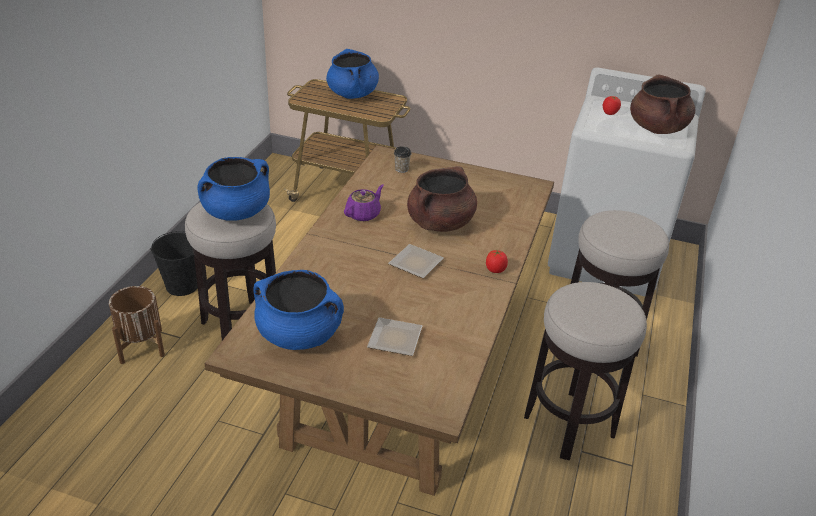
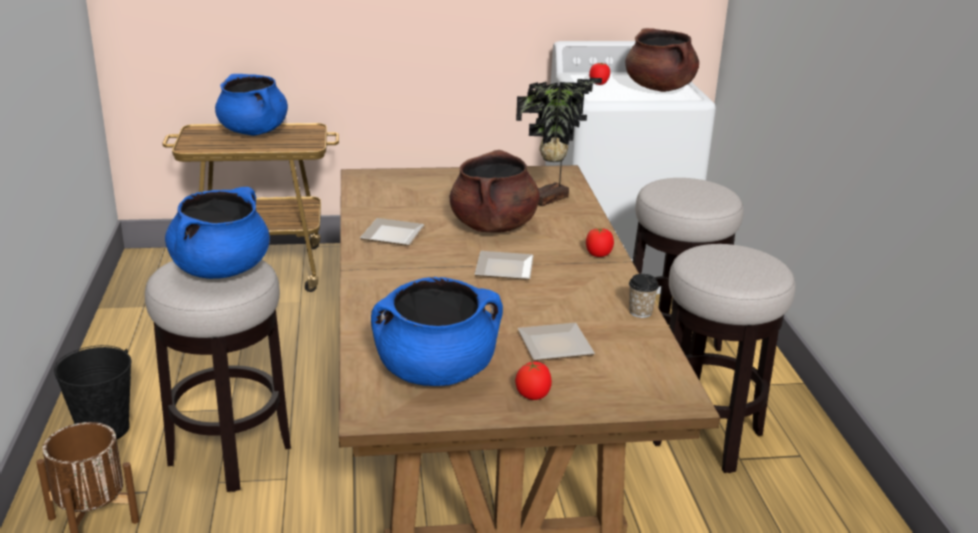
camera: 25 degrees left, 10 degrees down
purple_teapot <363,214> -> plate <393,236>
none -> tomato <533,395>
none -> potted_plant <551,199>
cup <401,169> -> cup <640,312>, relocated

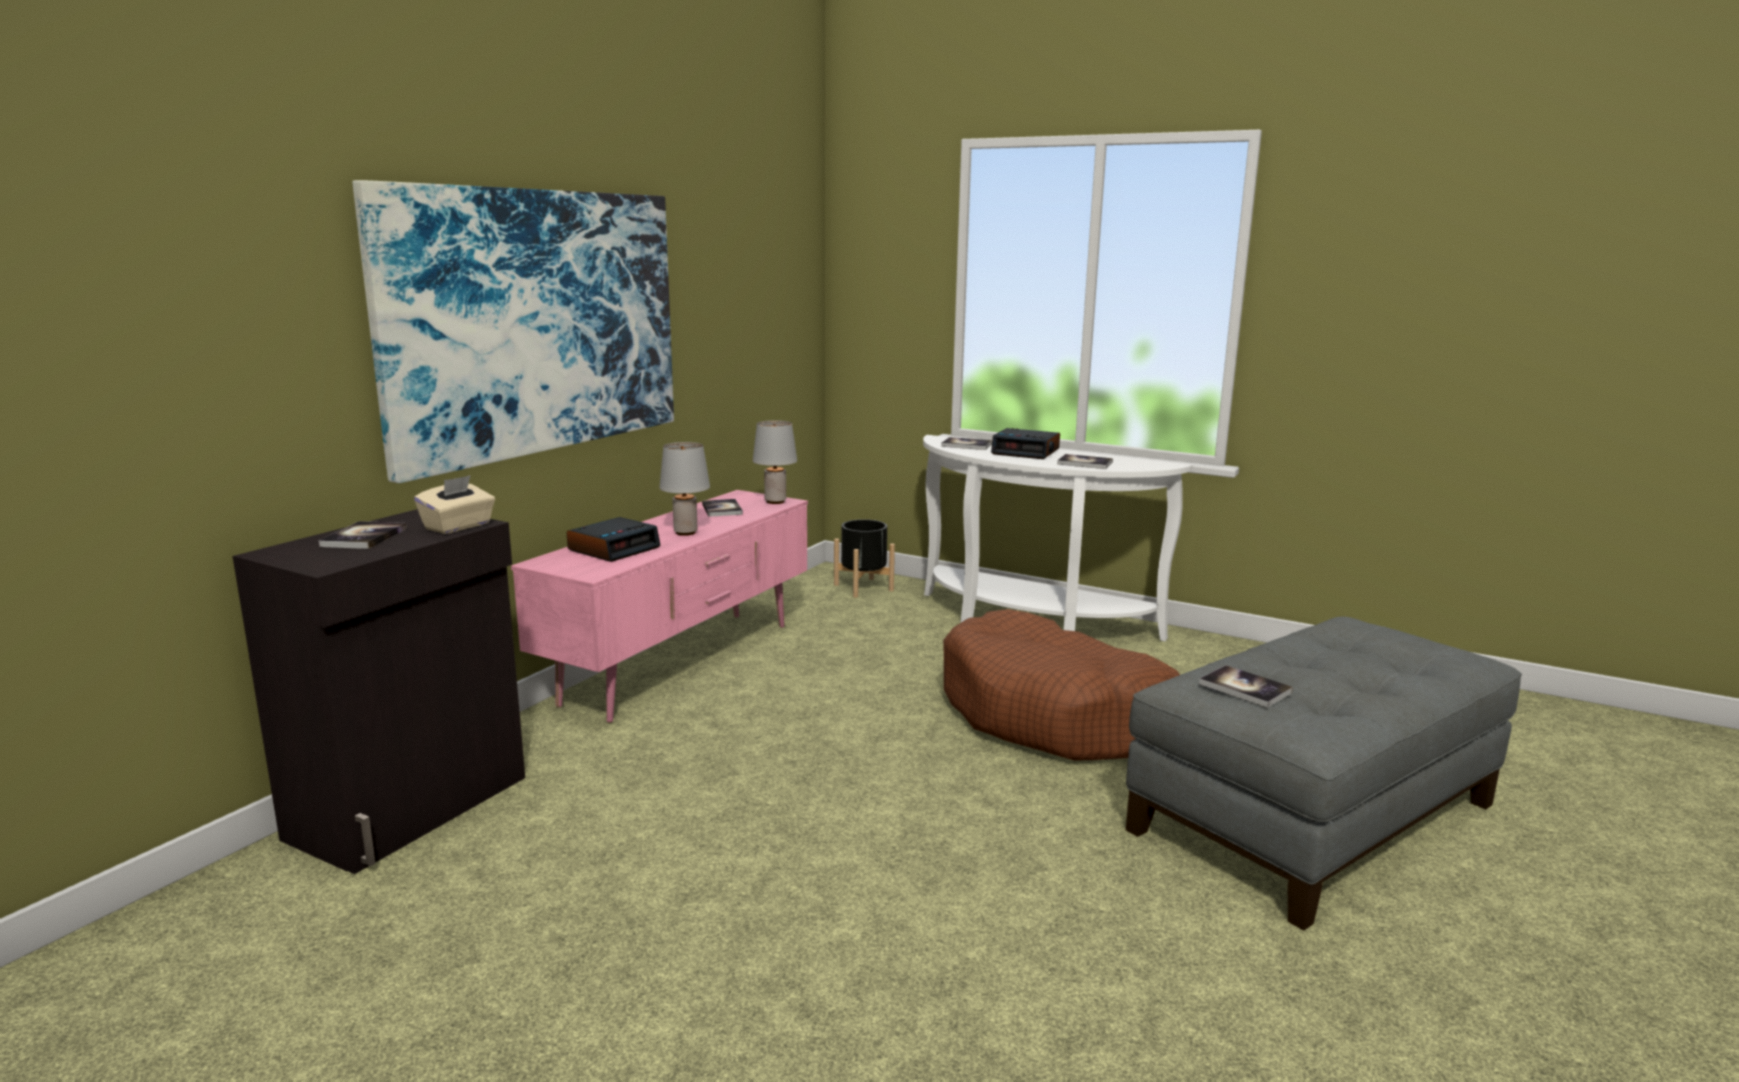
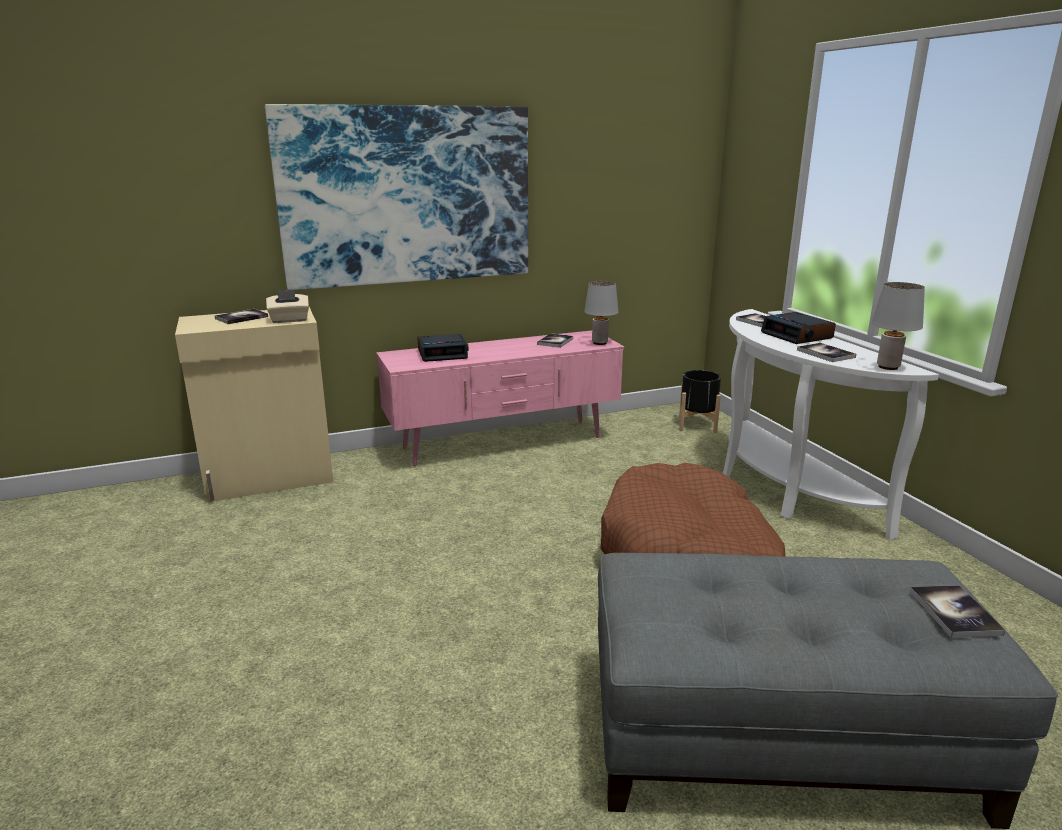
camera: 40 degrees right, 5 degrees up
black_cabinet <413,807> -> beige_cabinet <270,479>
grey_table_lamp <685,532> -> grey_table_lamp <888,367>, relocated
book <1245,688> -> book <954,612>, relocated

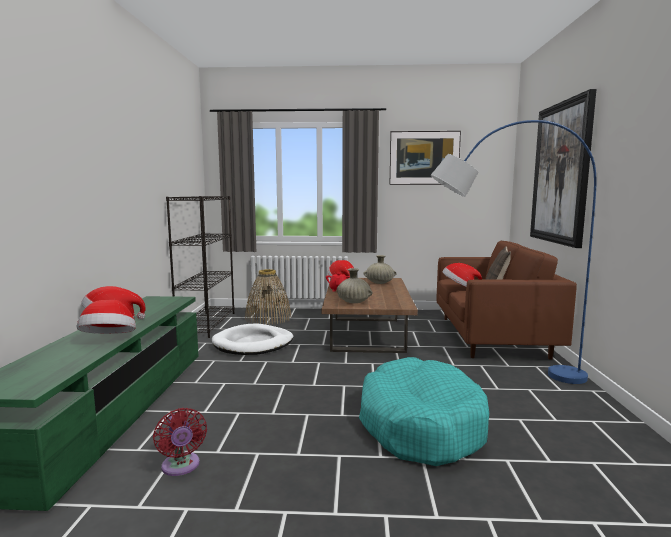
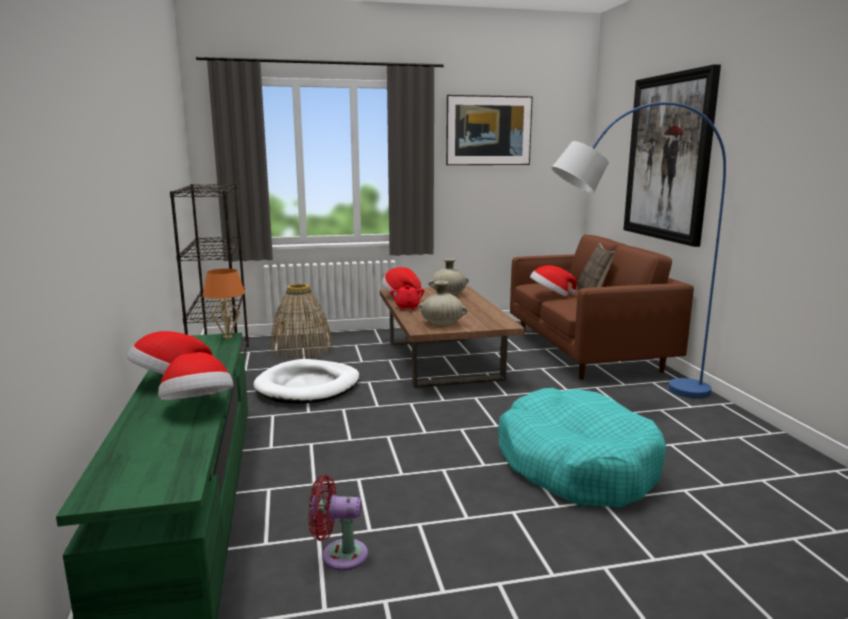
camera: 15 degrees left, 5 degrees up
none -> orange_table_lamp <228,337>
red_fan <181,467> -> red_fan <339,555>, 135 degrees clockwise

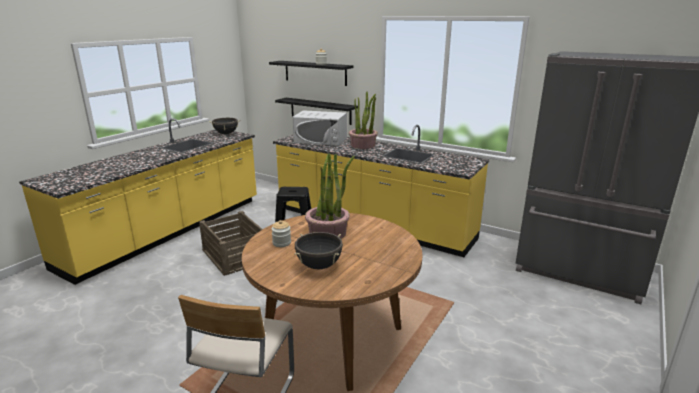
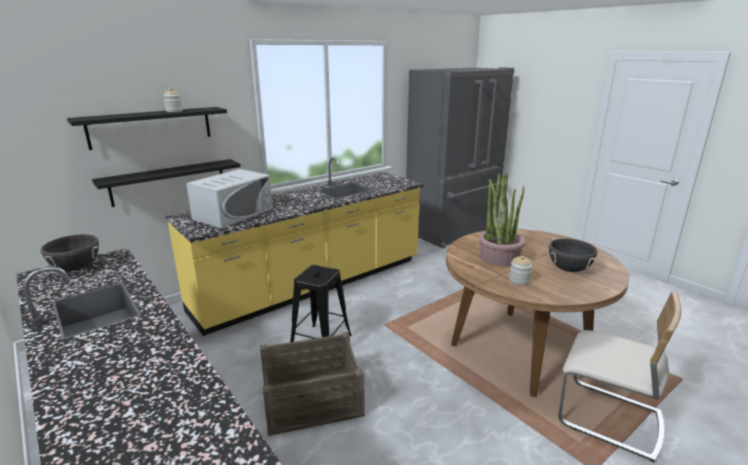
camera: 70 degrees left, 0 degrees up
potted_plant <363,145> -> none

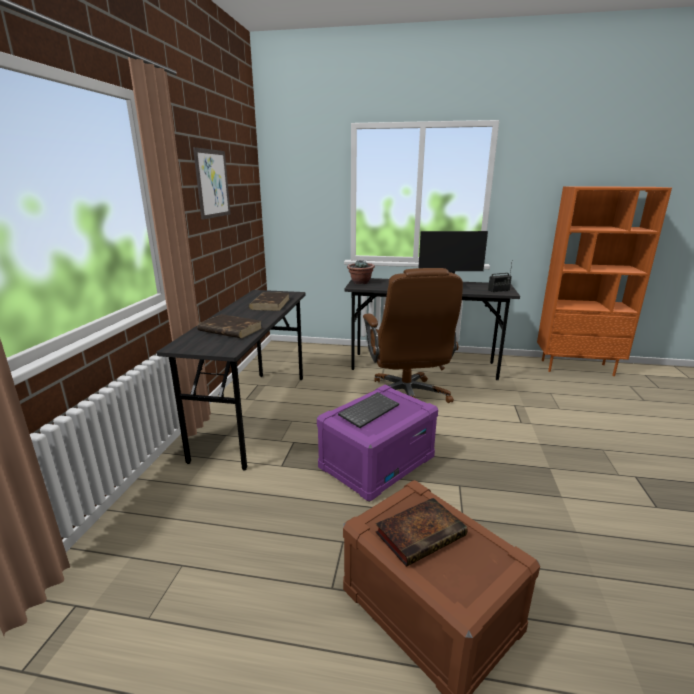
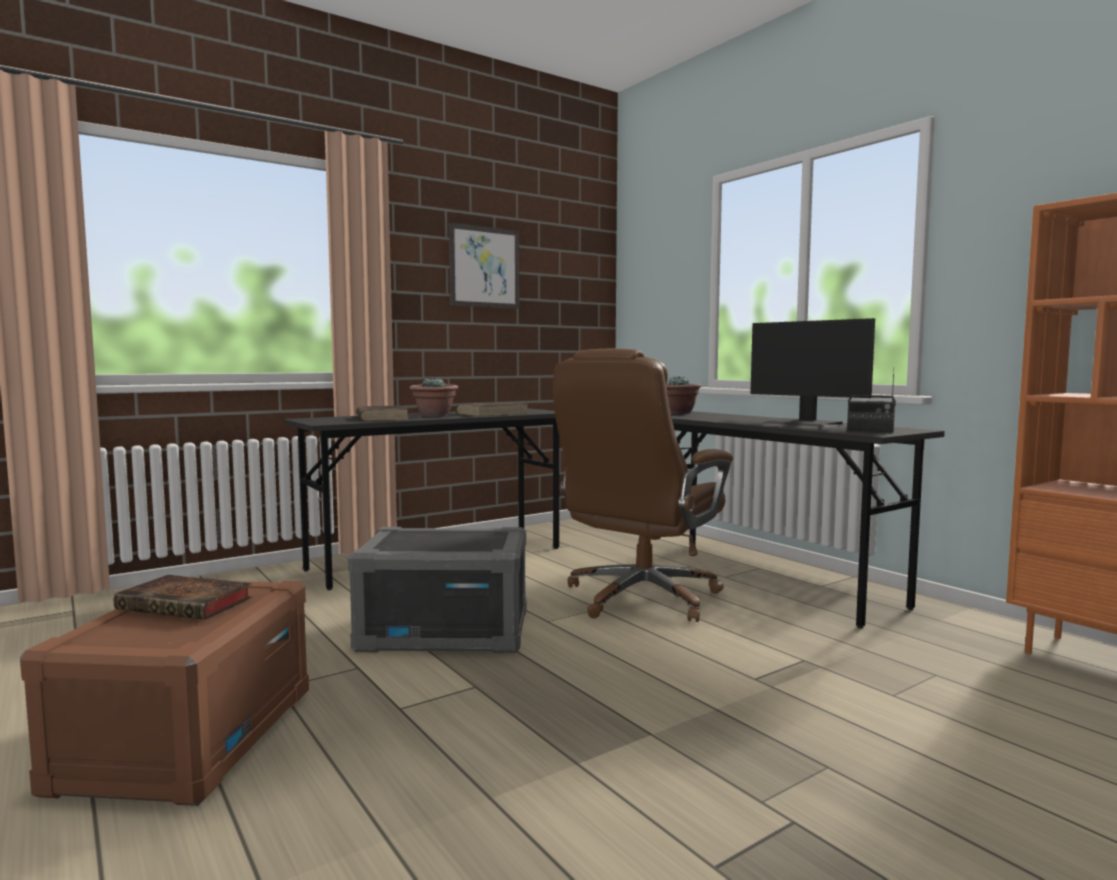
camera: 45 degrees right, 15 degrees down
purple_storage_box <377,462> -> grey_storage_box <445,631>
none -> potted_plant <434,415>
keyboard <369,410> -> none

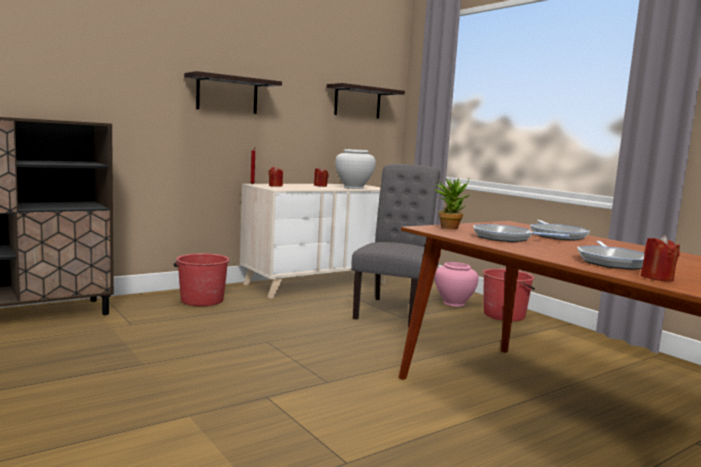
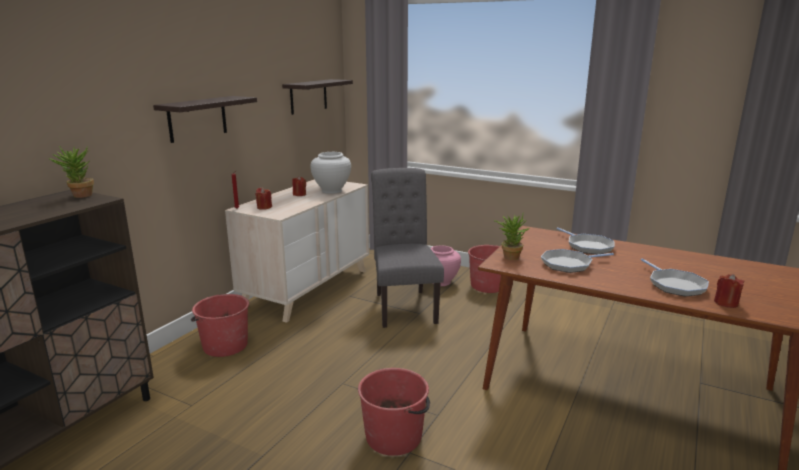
camera: 25 degrees left, 10 degrees up
none -> potted_plant <79,196>
none -> red_bucket <394,436>

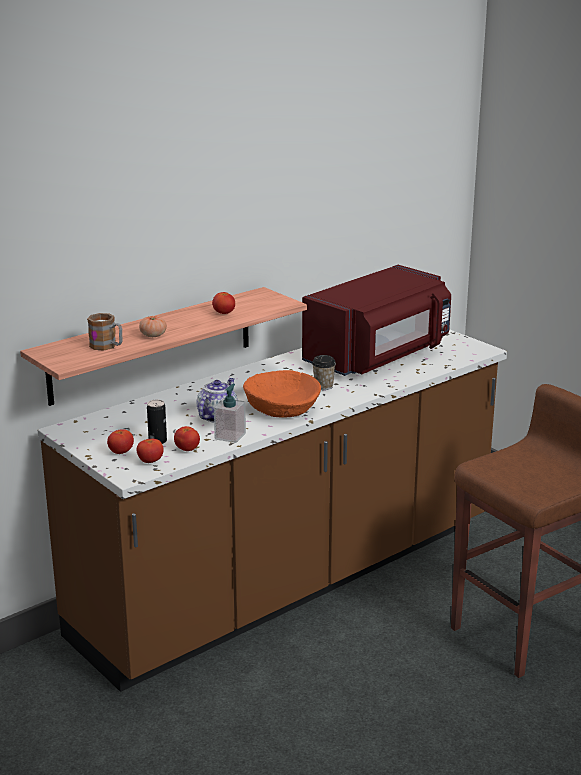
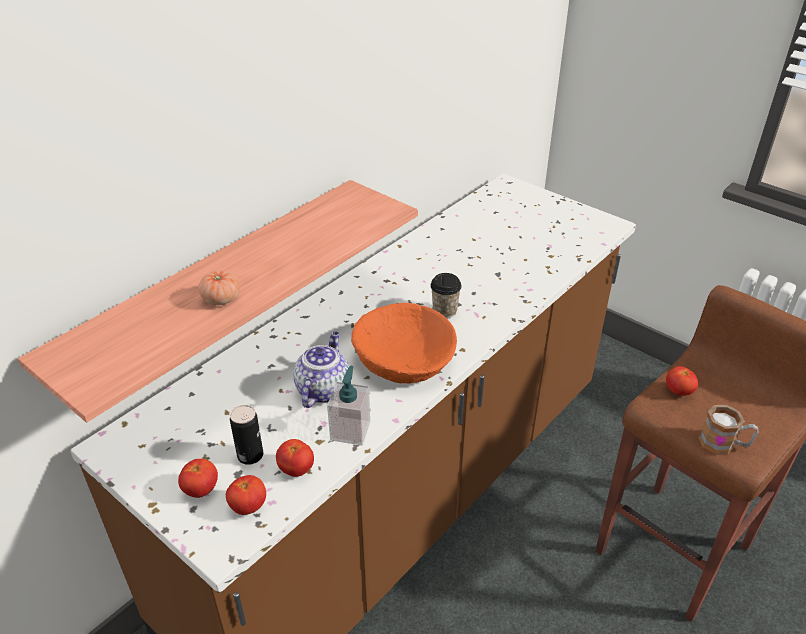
camera: 10 degrees left, 15 degrees up
tomato <224,313> -> tomato <678,391>, relocated
mug <107,346> -> mug <724,444>, relocated
red_microwave <379,356> -> none

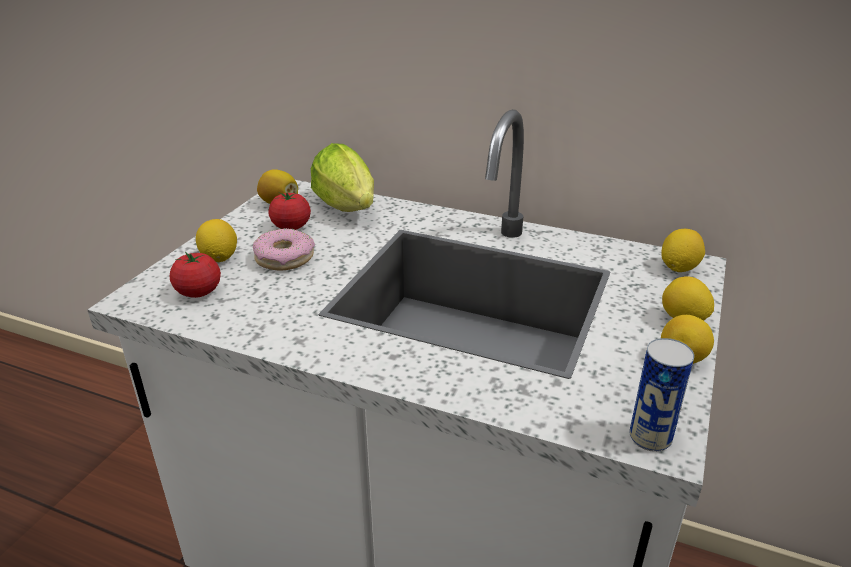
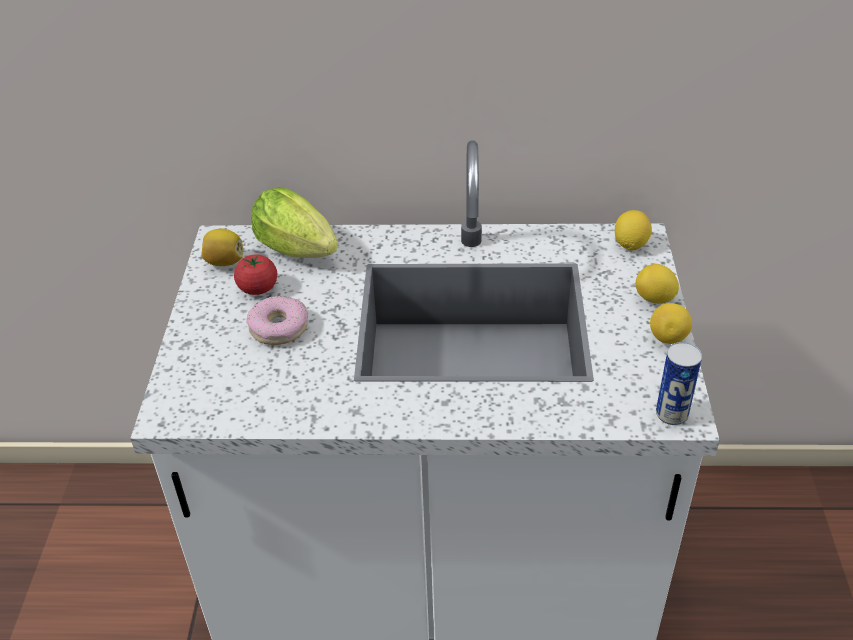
camera: 20 degrees left, 10 degrees up
tomato <198,292> -> none
lemon <219,258> -> none

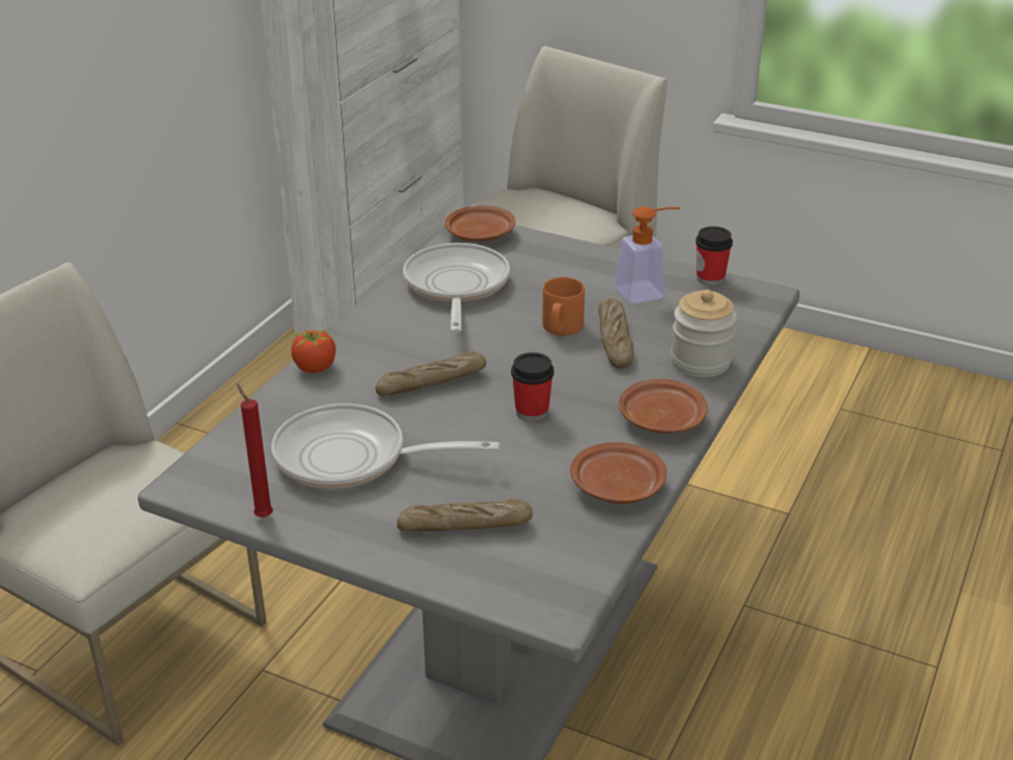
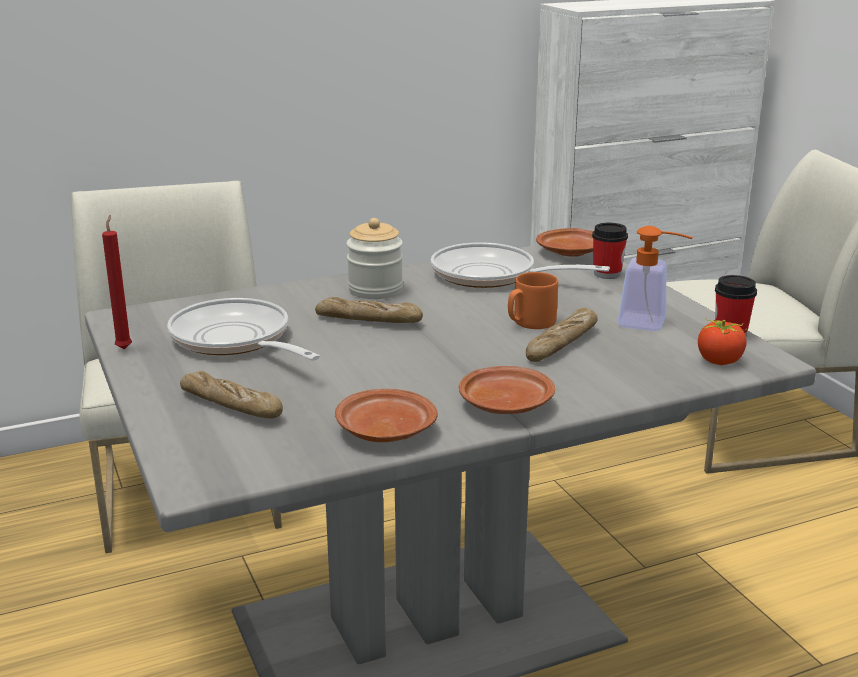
camera: 40 degrees right, 10 degrees down
jar <700,362> -> jar <375,290>, relocated
frying_pan <456,288> -> frying_pan <492,276>, 105 degrees counterclockwise
cup <532,412> -> cup <607,274>, relocated
tomato <315,367> -> tomato <720,361>, relocated

